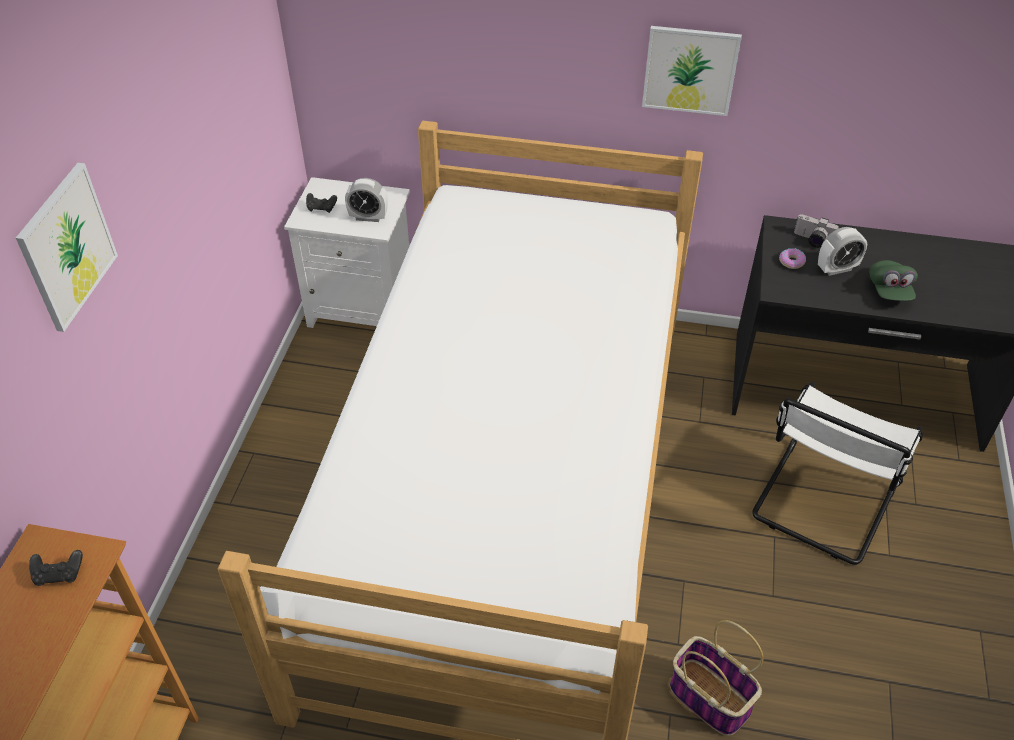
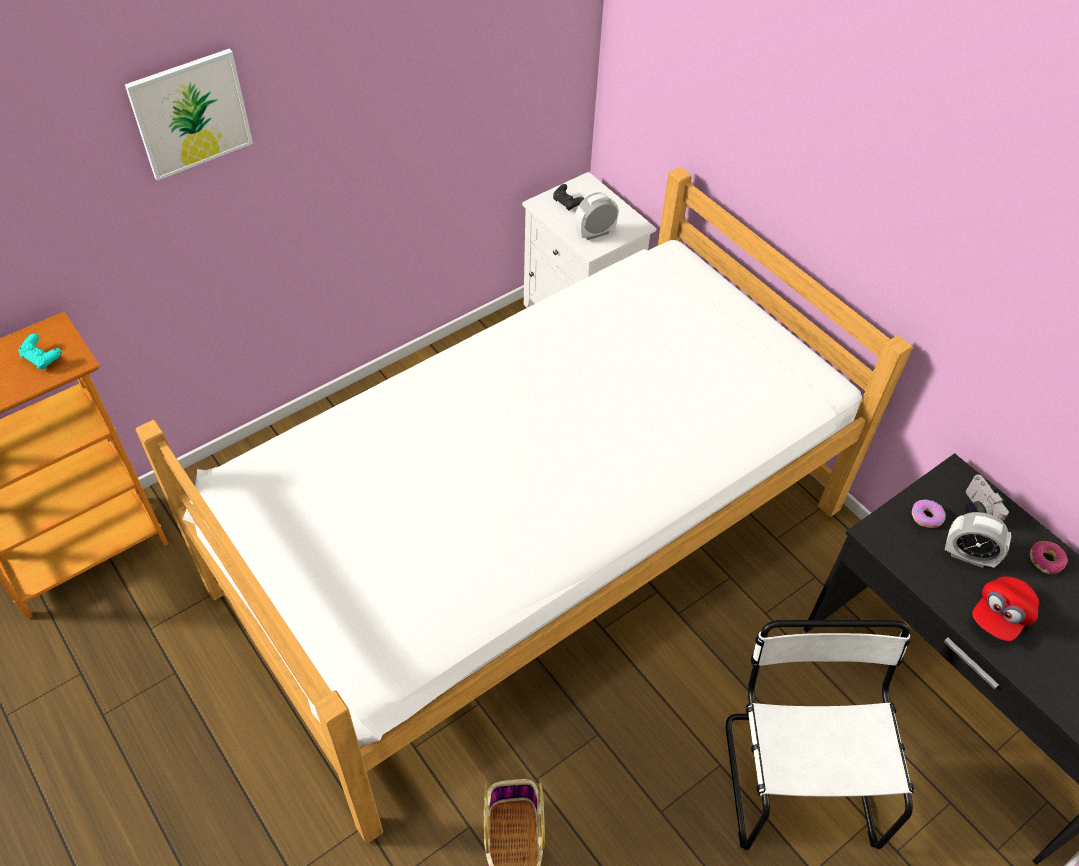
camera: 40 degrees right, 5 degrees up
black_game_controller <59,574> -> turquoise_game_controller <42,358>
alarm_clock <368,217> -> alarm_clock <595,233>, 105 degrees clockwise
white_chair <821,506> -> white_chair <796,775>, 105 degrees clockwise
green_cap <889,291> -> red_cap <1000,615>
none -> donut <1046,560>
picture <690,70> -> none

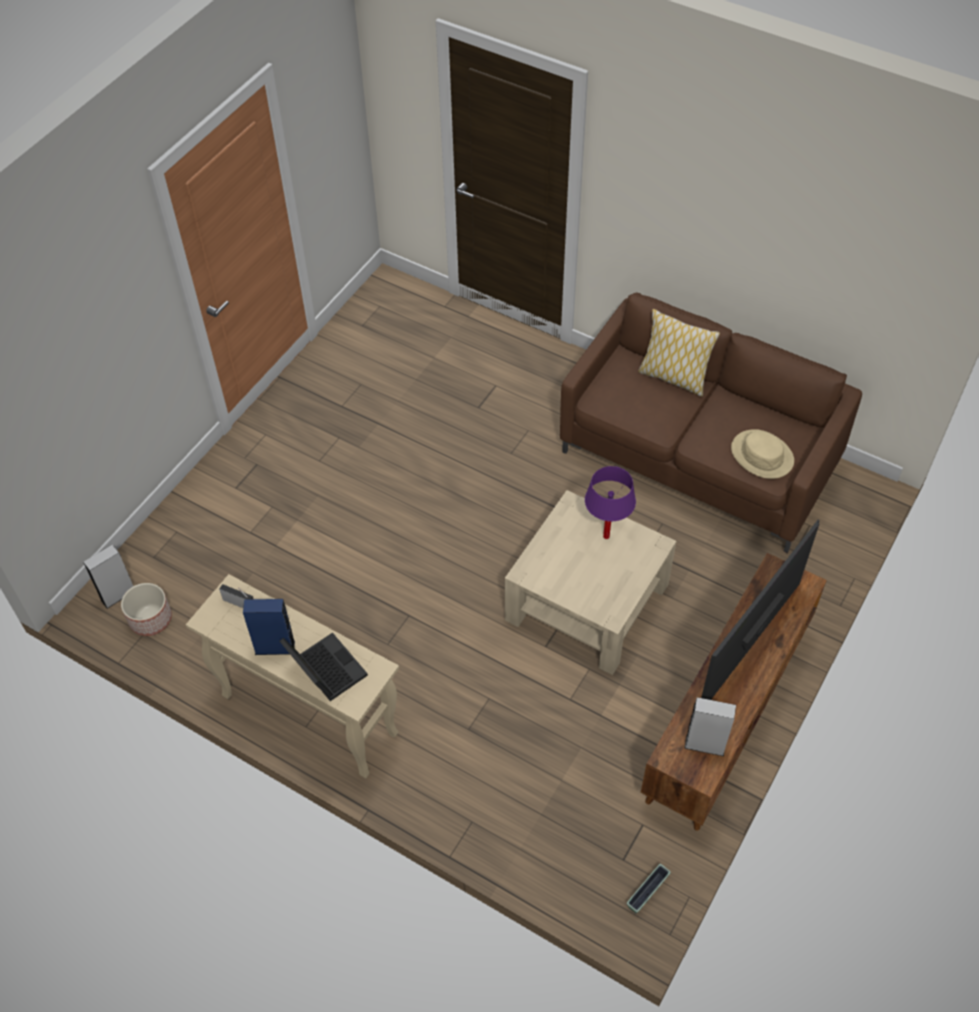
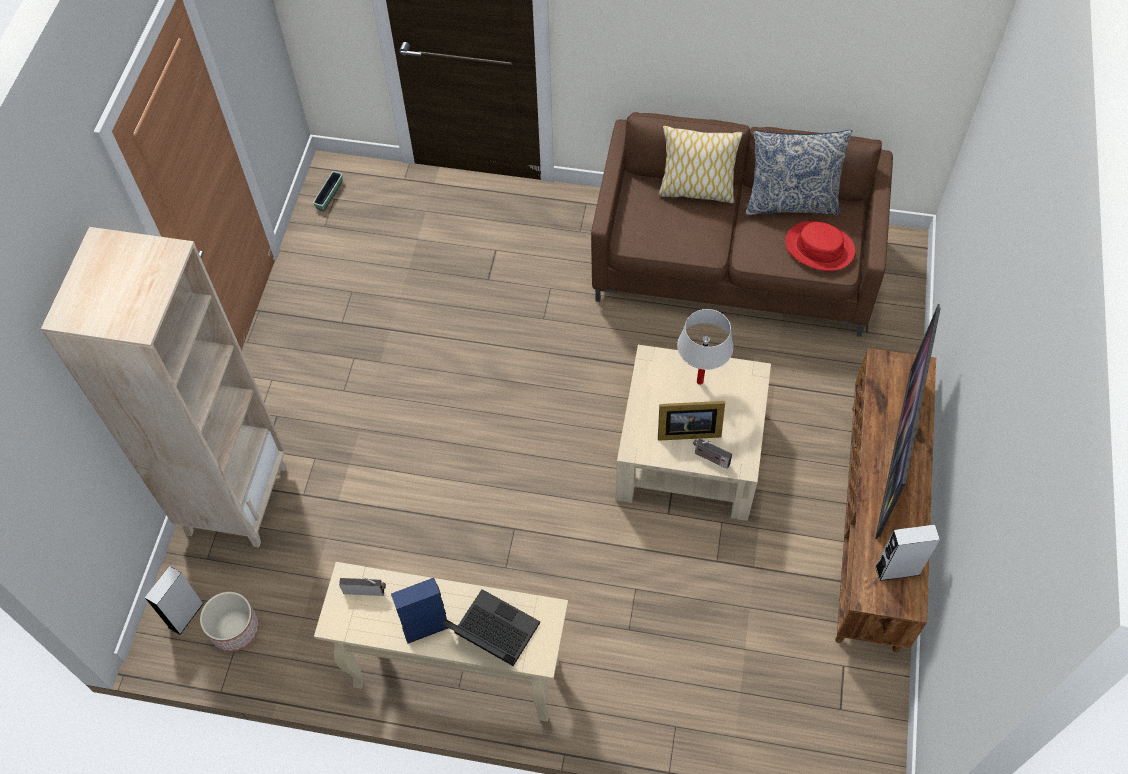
camera: 20 degrees left, 5 degrees up
none -> beige_bookcase <236,499>
planter <647,892> -> planter <329,195>, relocated
none -> picture_frame <686,430>
purple_table_lamp <606,536> -> white_table_lamp <700,381>
none -> radio <710,458>
none -> pillow <791,202>
beige_hat <762,455> -> red_hat <819,247>

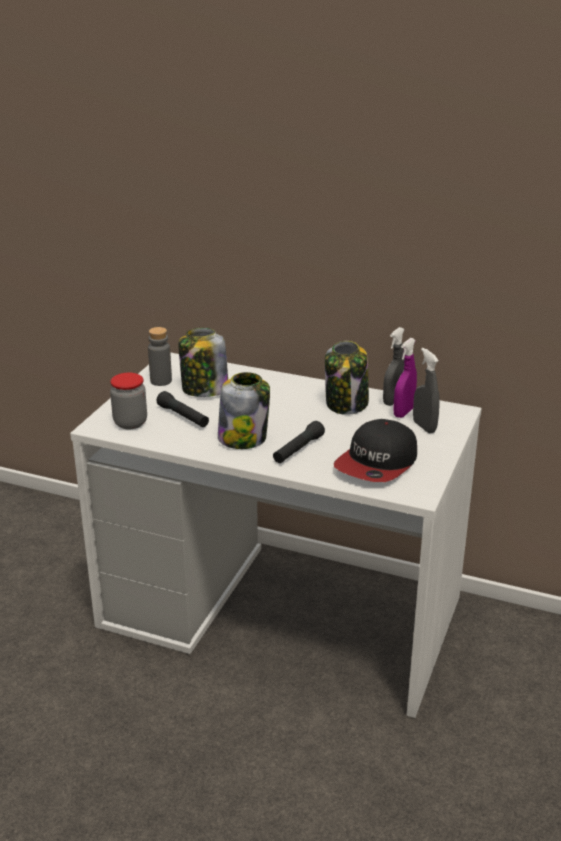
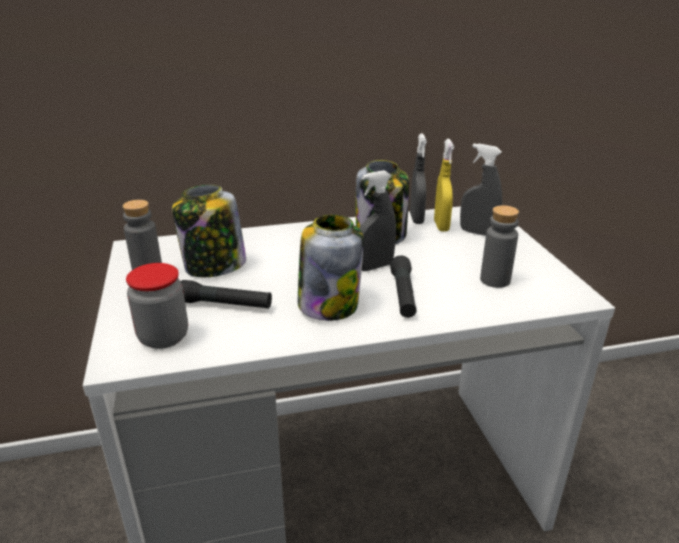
camera: 35 degrees left, 0 degrees up
none -> grey_spray_bottle <375,267>
purple_spray_bottle <403,412> -> yellow_spray_bottle <441,226>
cap <377,463> -> grey_bottle <495,280>

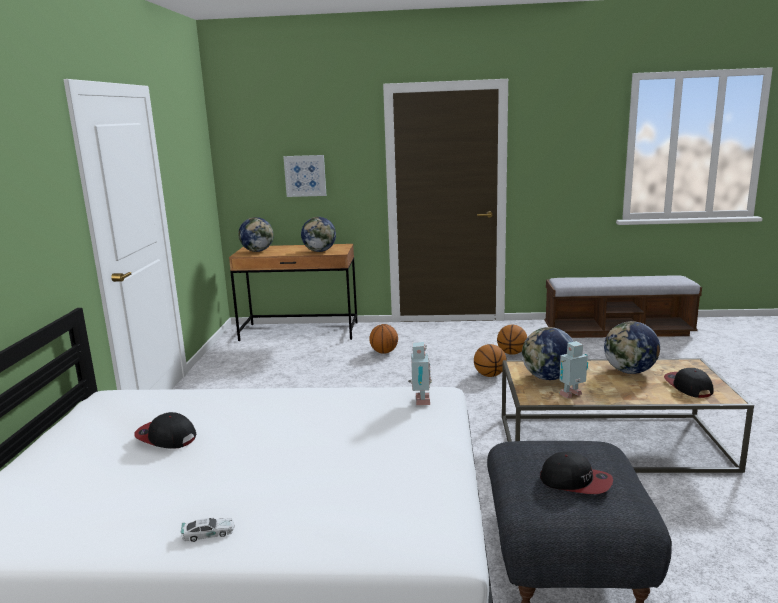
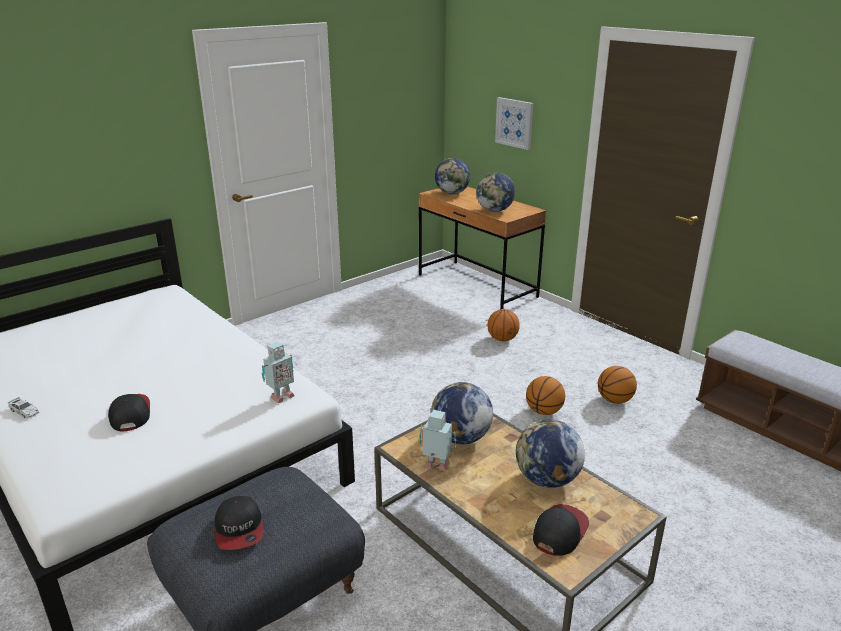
camera: 45 degrees right, 10 degrees up
cap <166,437> -> cap <130,414>, relocated

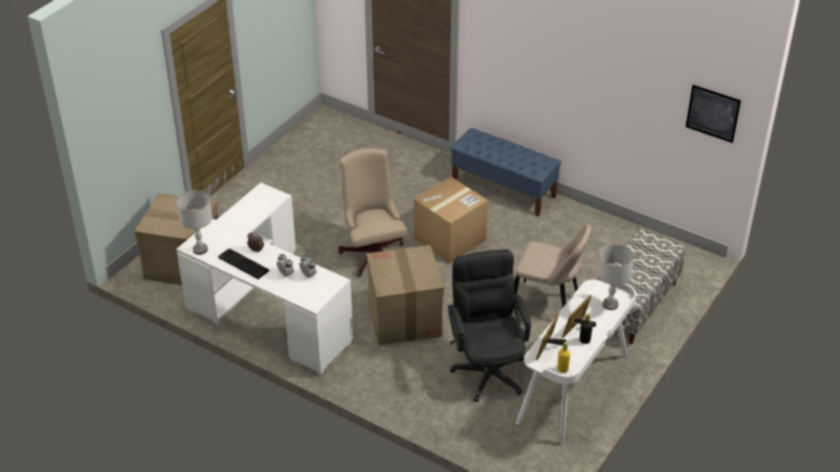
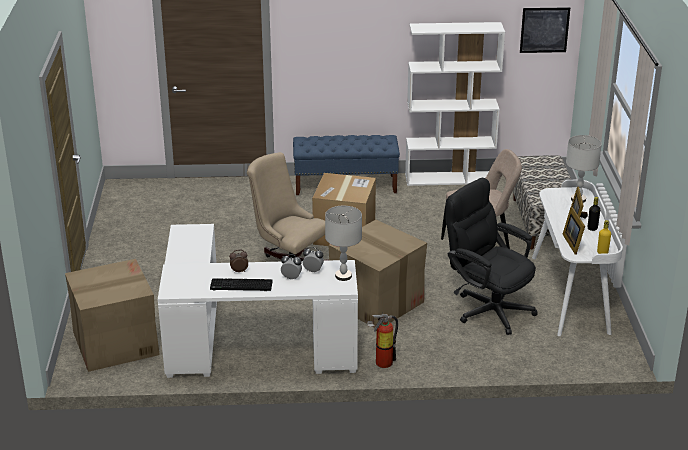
camera: 35 degrees left, 10 degrees down
grey_table_lamp <200,249> -> grey_table_lamp <343,276>, relocated
none -> fire_extinguisher <381,362>
none -> white_bookcase <449,178>

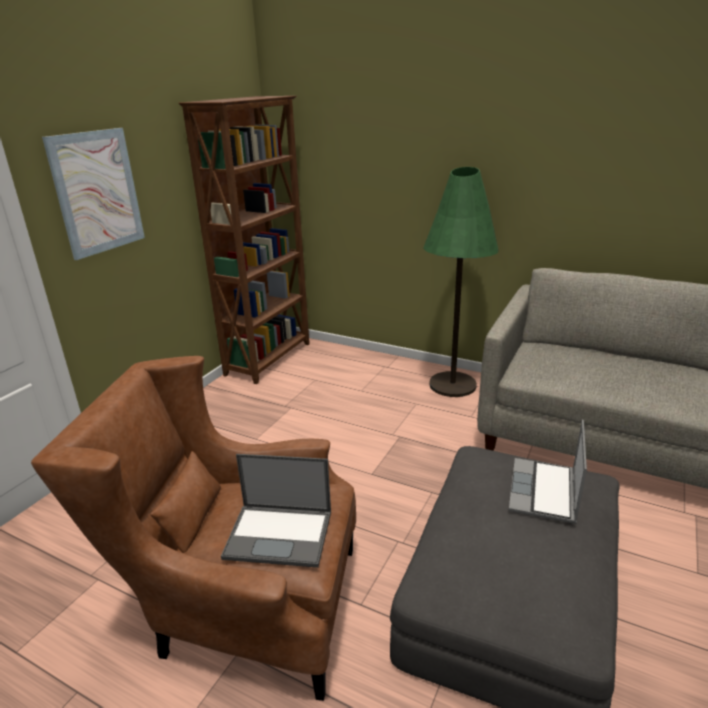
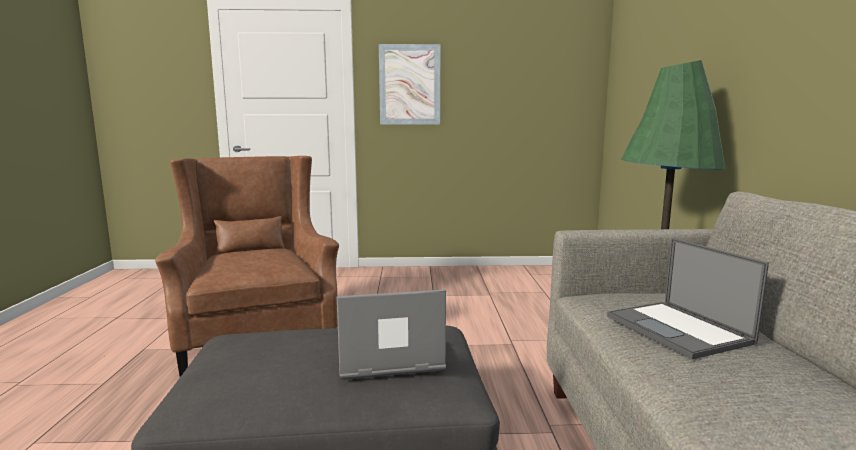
camera: 60 degrees right, 15 degrees down
laptop <280,534> -> laptop <679,330>, relocated
brown_bookcase <270,359> -> none

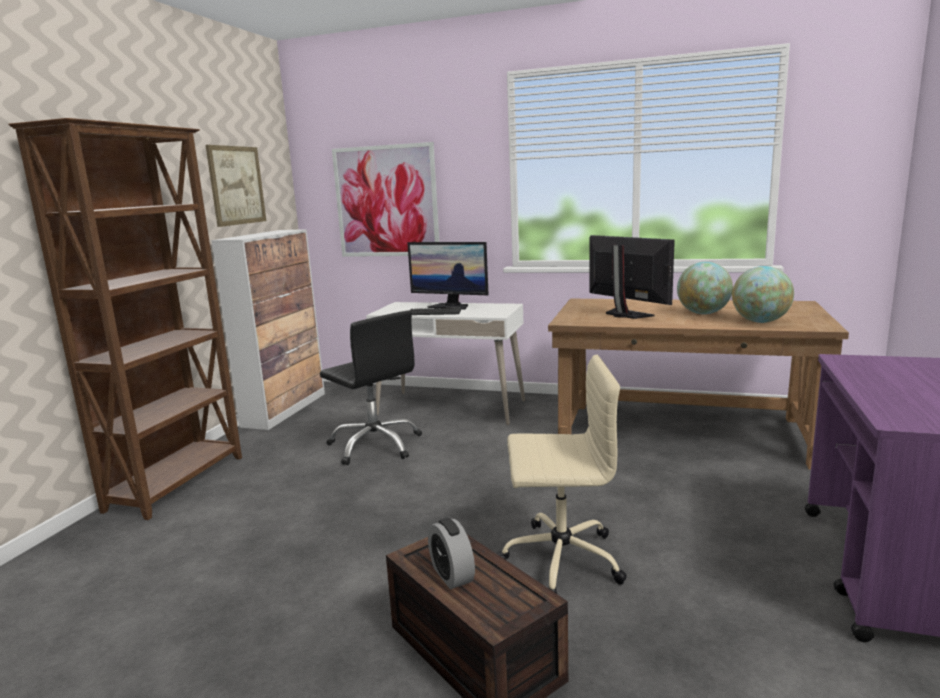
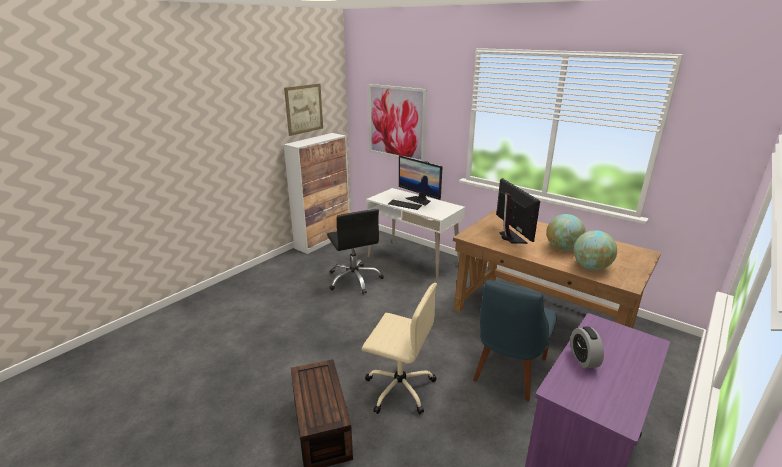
camera: 20 degrees right, 10 degrees up
none -> blue_chair <508,371>
alarm_clock <452,575> -> alarm_clock <583,359>, relocated
brown_bookcase <179,483> -> none

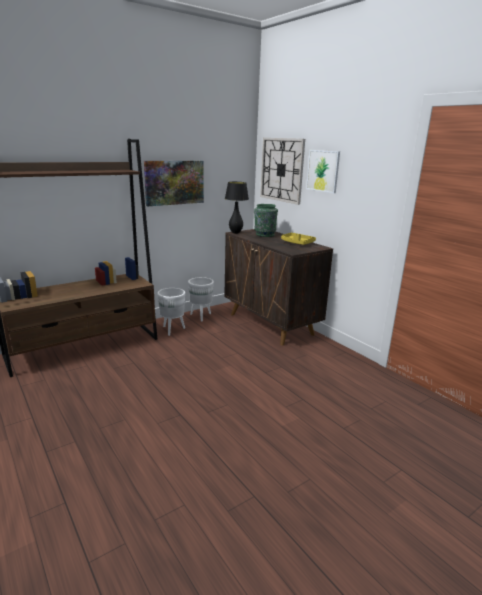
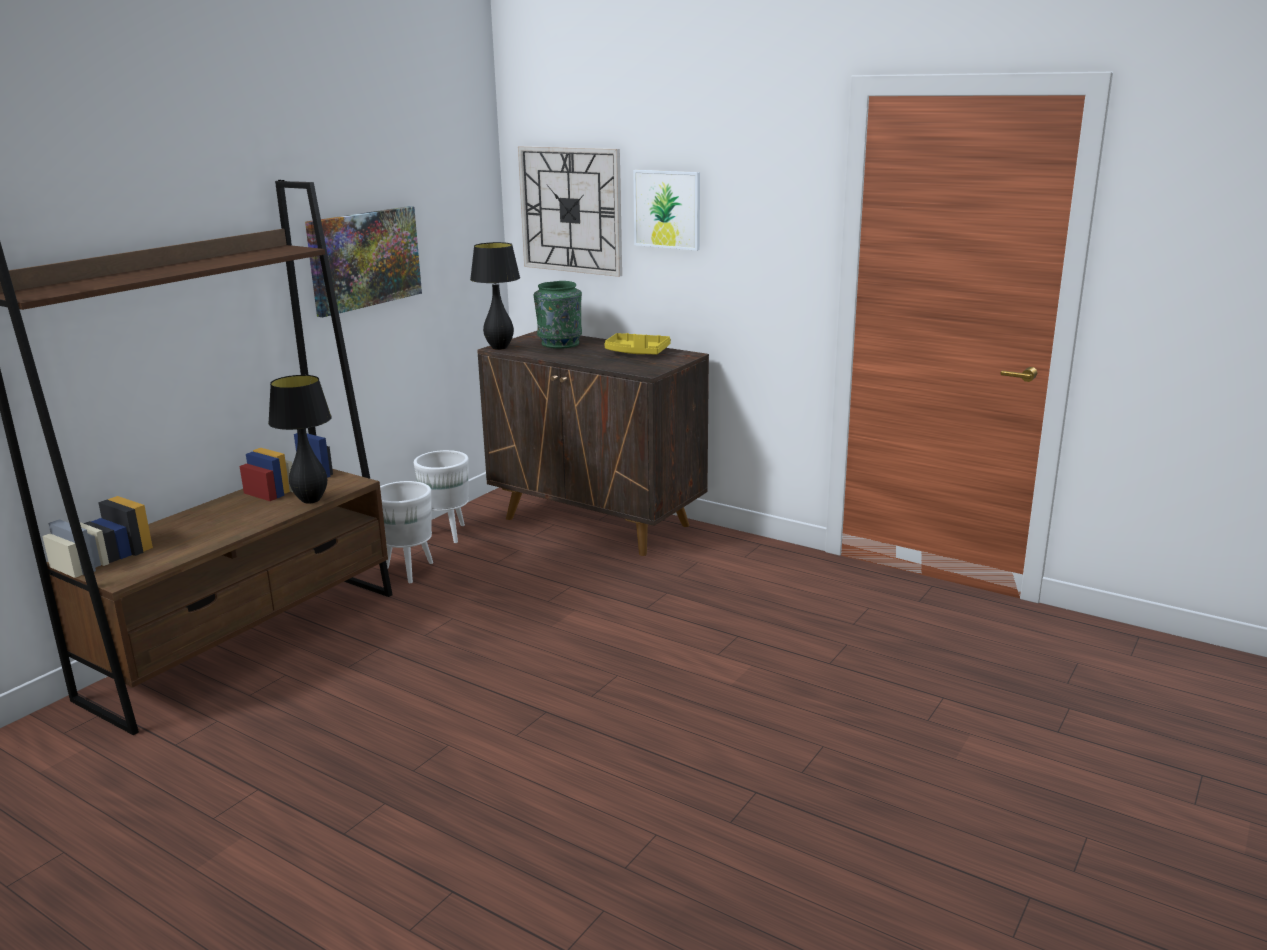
camera: 20 degrees left, 0 degrees up
none -> black_table_lamp <311,500>

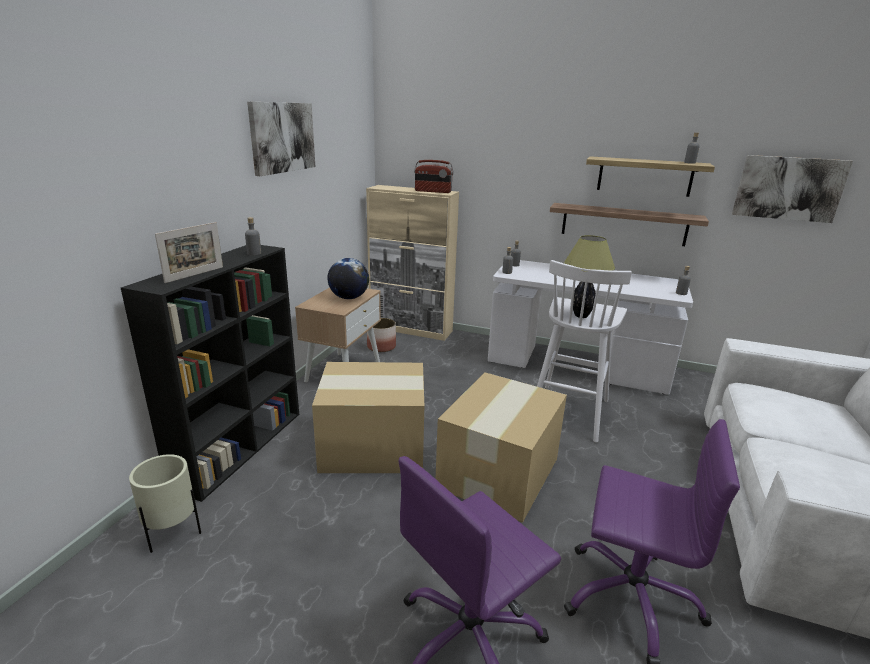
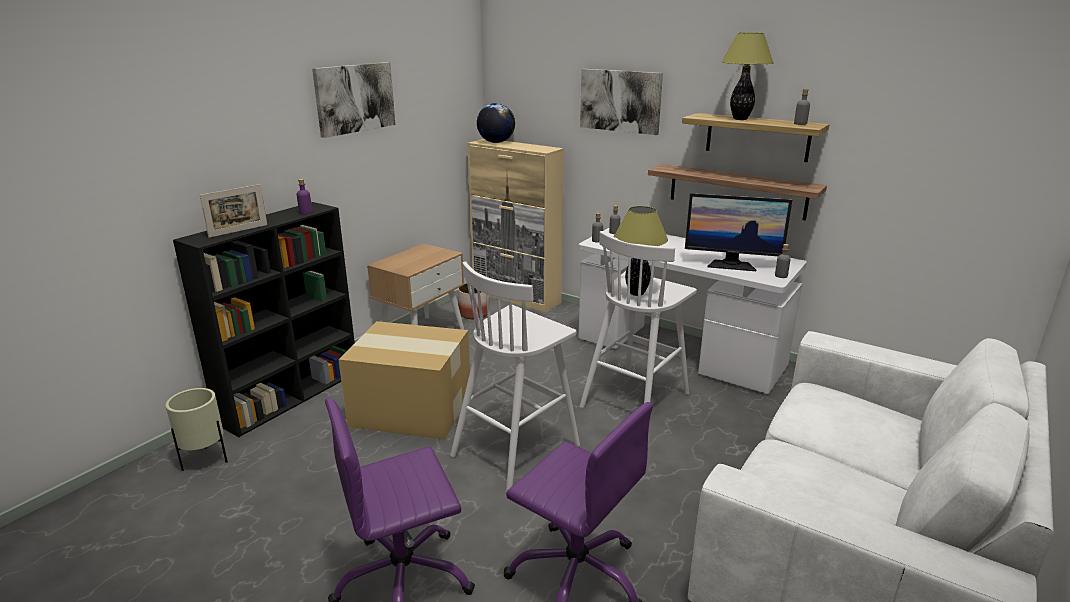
camera: 15 degrees right, 0 degrees up
grey_bottle <254,253> -> purple_bottle <305,212>
cardboard_box <497,473> -> white_stool <517,449>
globe <349,298> -> globe <496,142>, relocated
picture <788,188> -> picture <620,101>, relocated
none -> monitor <731,265>
none -> table_lamp <740,119>
radio <433,191> -> none

